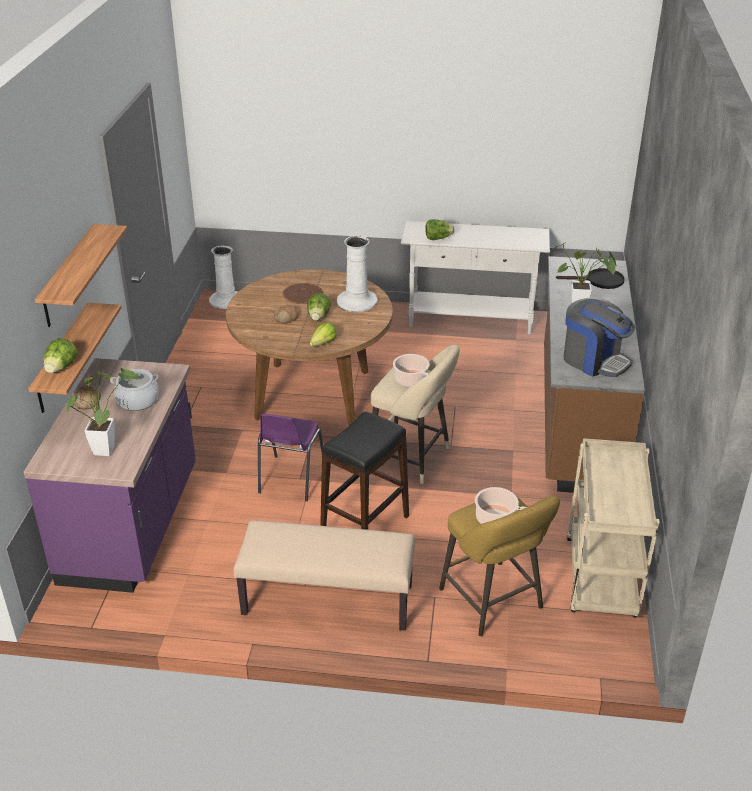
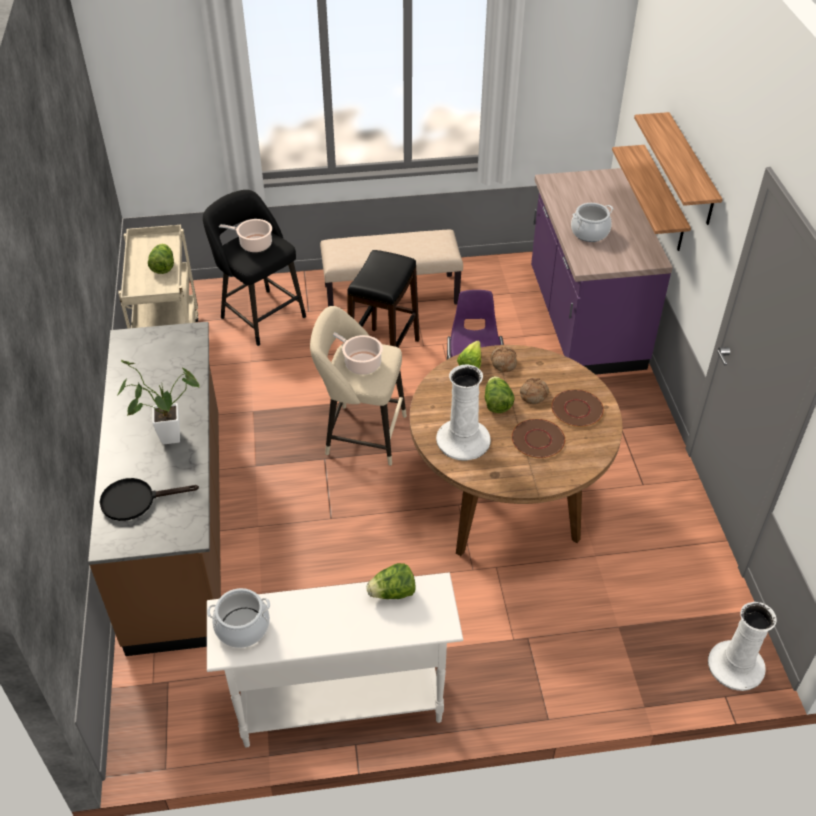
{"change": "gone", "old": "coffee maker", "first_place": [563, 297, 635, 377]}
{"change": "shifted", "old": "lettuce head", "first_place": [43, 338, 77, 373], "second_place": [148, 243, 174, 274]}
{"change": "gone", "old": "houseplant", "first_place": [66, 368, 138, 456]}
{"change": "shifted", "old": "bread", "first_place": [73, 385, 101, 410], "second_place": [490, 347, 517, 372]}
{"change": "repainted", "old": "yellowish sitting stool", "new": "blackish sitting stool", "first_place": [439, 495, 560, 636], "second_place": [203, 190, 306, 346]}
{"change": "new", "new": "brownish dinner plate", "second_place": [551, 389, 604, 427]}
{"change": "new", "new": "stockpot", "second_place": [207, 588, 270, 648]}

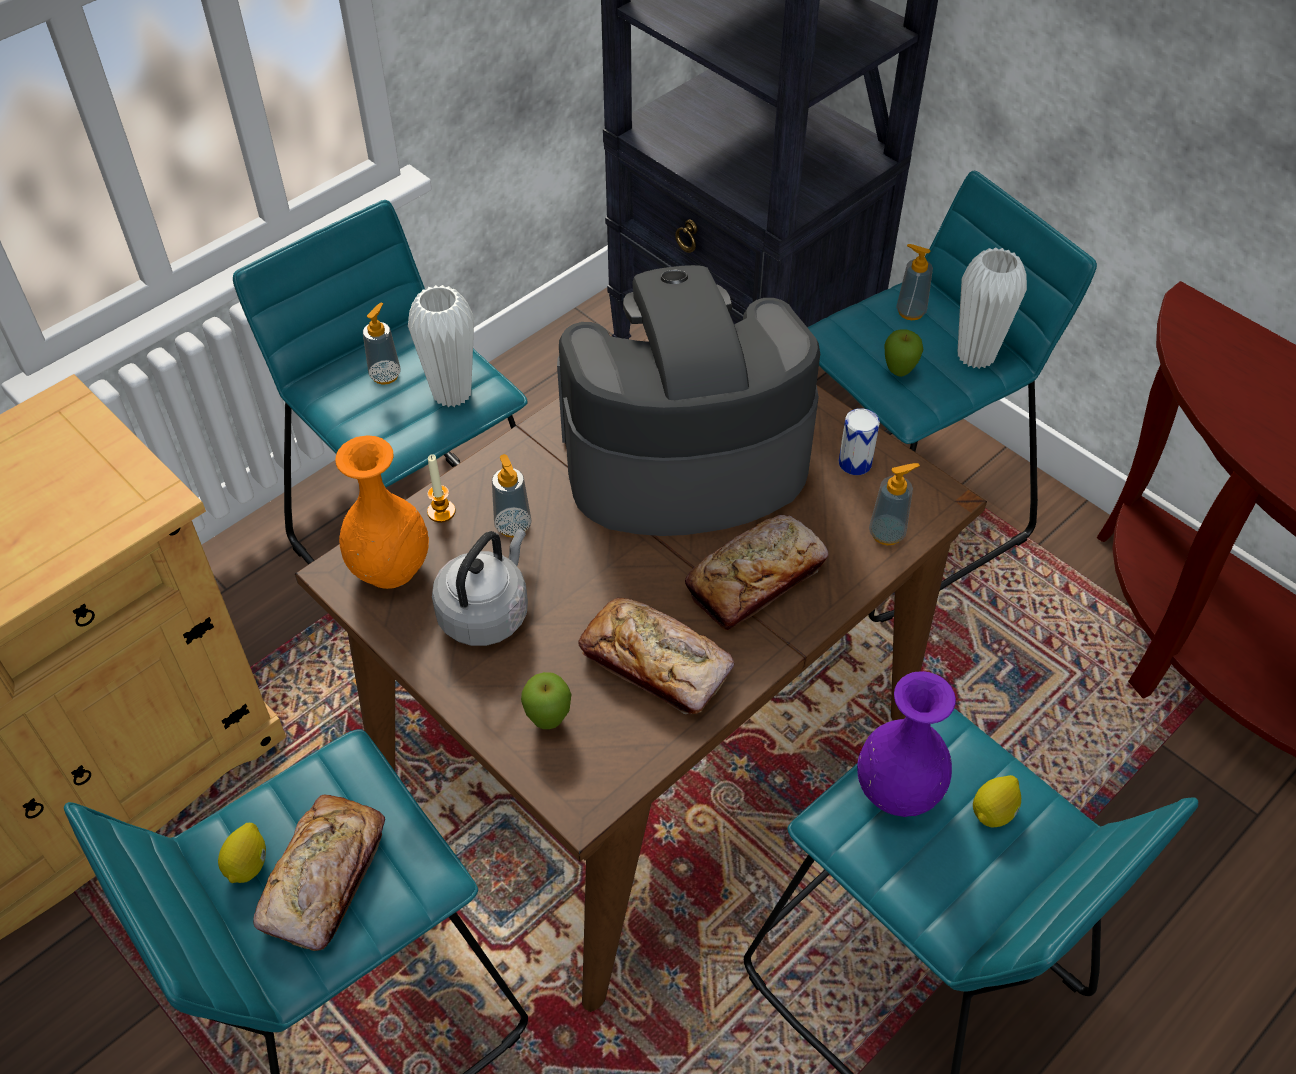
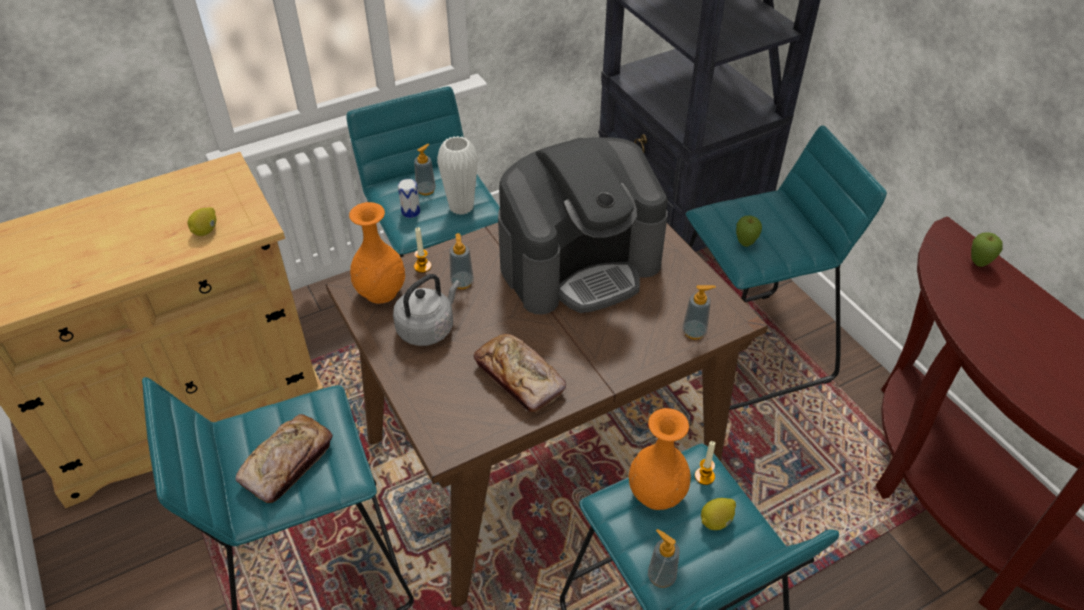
{"change": "shifted", "old": "soap bottle", "first_place": [896, 244, 933, 320], "second_place": [648, 529, 679, 588]}
{"change": "gone", "old": "whitish flower vase", "first_place": [958, 247, 1027, 369]}
{"change": "rotated", "old": "coffee maker", "first_place": [557, 265, 820, 536], "second_place": [498, 137, 668, 315], "degrees": 150}
{"change": "shifted", "old": "sealed can", "first_place": [839, 408, 880, 475], "second_place": [398, 179, 420, 218]}
{"change": "gone", "old": "bread", "first_place": [685, 515, 829, 631]}
{"change": "repainted", "old": "purple flower vase", "new": "orange flower vase", "first_place": [857, 671, 956, 817], "second_place": [629, 408, 691, 510]}
{"change": "shifted", "old": "apple", "first_place": [521, 672, 572, 729], "second_place": [971, 232, 1003, 267]}
{"change": "shifted", "old": "citrus fruit", "first_place": [218, 823, 266, 883], "second_place": [188, 207, 216, 236]}
{"change": "new", "new": "wax light", "second_place": [695, 441, 715, 485]}

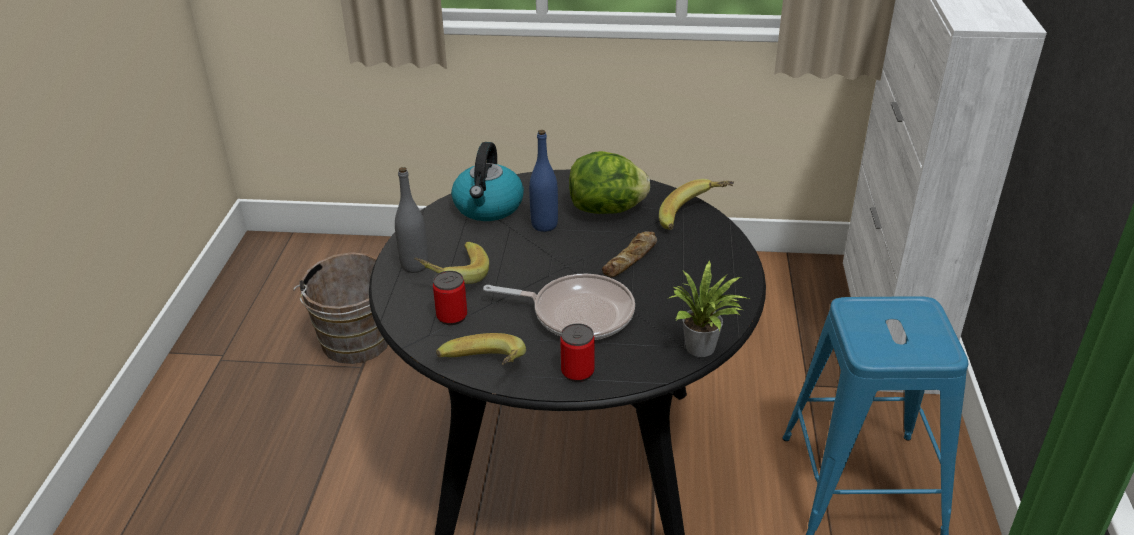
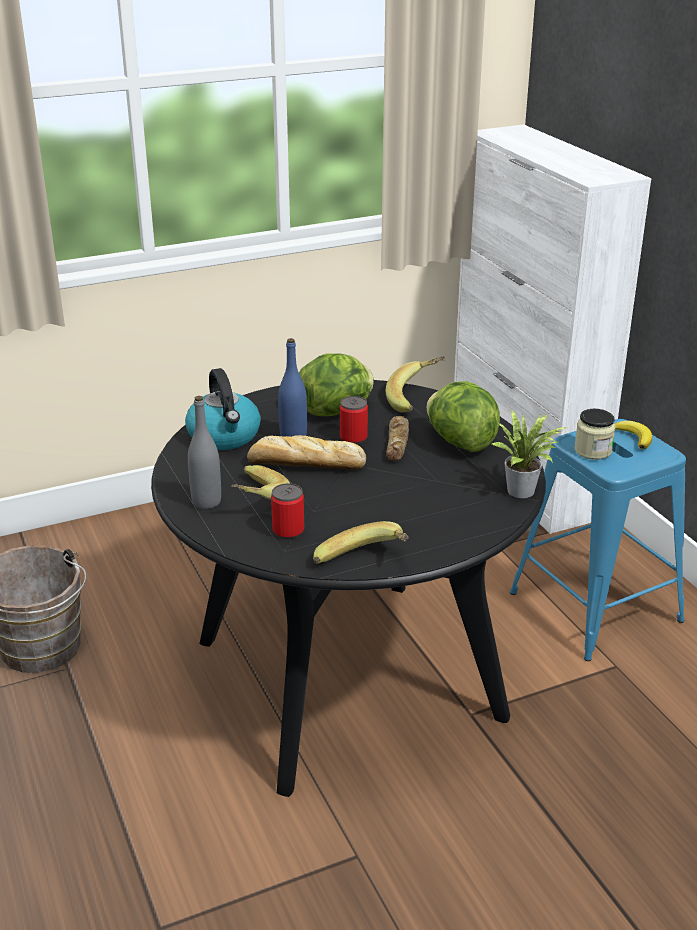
{"change": "gone", "old": "skillet", "first_place": [483, 274, 635, 340]}
{"change": "shifted", "old": "sealed can", "first_place": [560, 323, 595, 382], "second_place": [340, 396, 368, 445]}
{"change": "new", "new": "lettuce head", "second_place": [426, 381, 500, 452]}
{"change": "new", "new": "storage jar", "second_place": [574, 409, 615, 460]}
{"change": "new", "new": "banana fruit", "second_place": [615, 421, 652, 449]}
{"change": "new", "new": "bread", "second_place": [247, 435, 366, 469]}

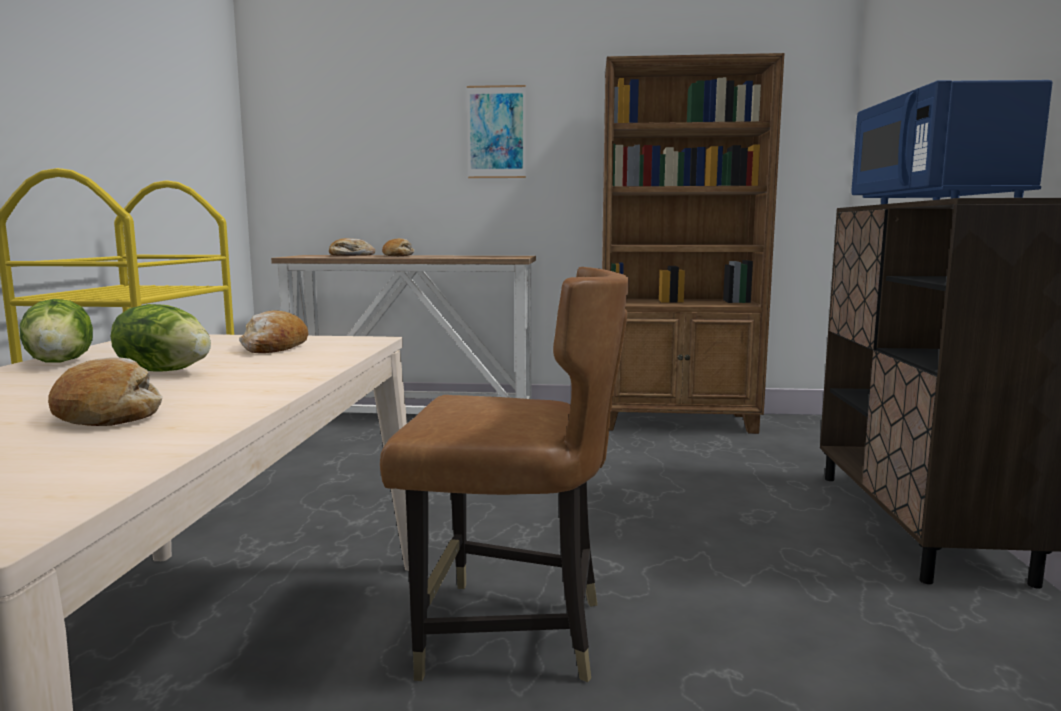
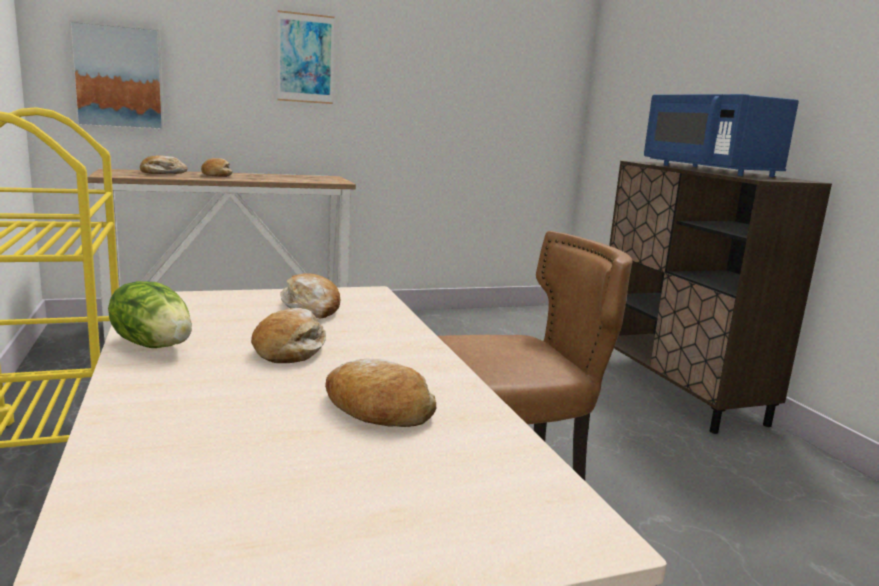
{"change": "gone", "old": "brownish shelving unit", "first_place": [602, 53, 784, 434]}
{"change": "swapped", "old": "lettuce head", "new": "bread", "first_place": [111, 304, 211, 372], "second_place": [251, 308, 326, 363]}
{"change": "new", "new": "wall picture", "second_place": [68, 20, 164, 130]}

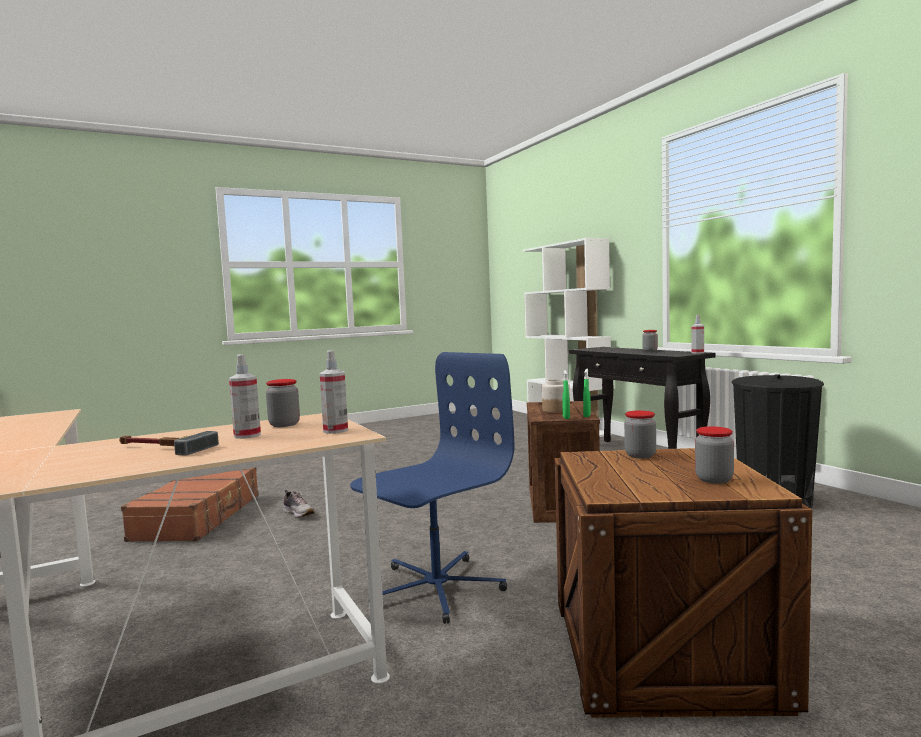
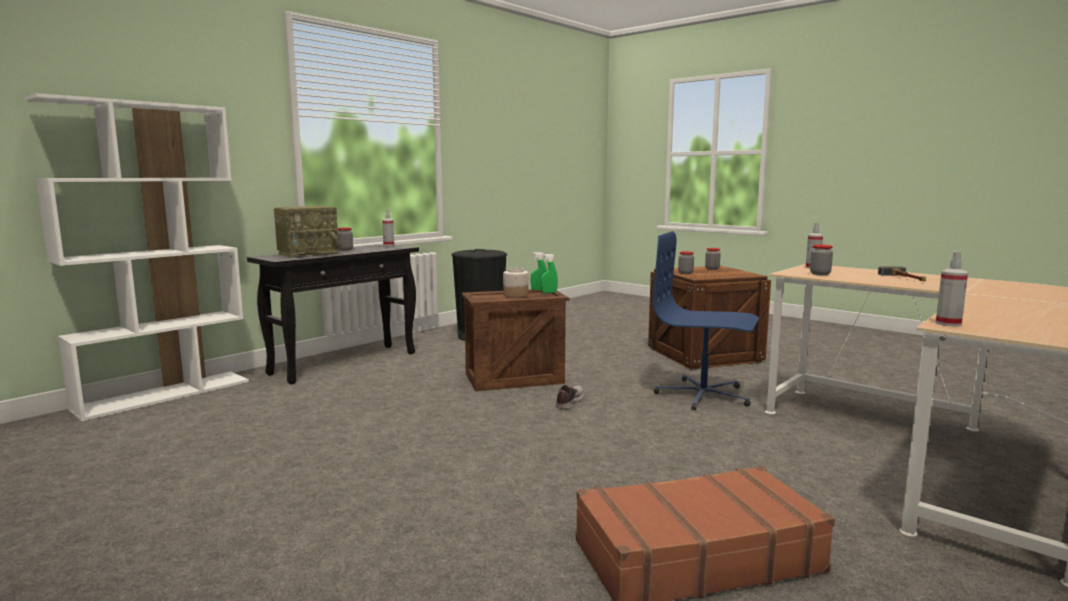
{"change": "shifted", "old": "sprayer", "first_place": [229, 355, 261, 439], "second_place": [936, 251, 968, 327]}
{"change": "shifted", "old": "low shoe", "first_place": [283, 490, 315, 518], "second_place": [556, 385, 584, 409]}
{"change": "new", "new": "radio", "second_place": [274, 206, 341, 258]}

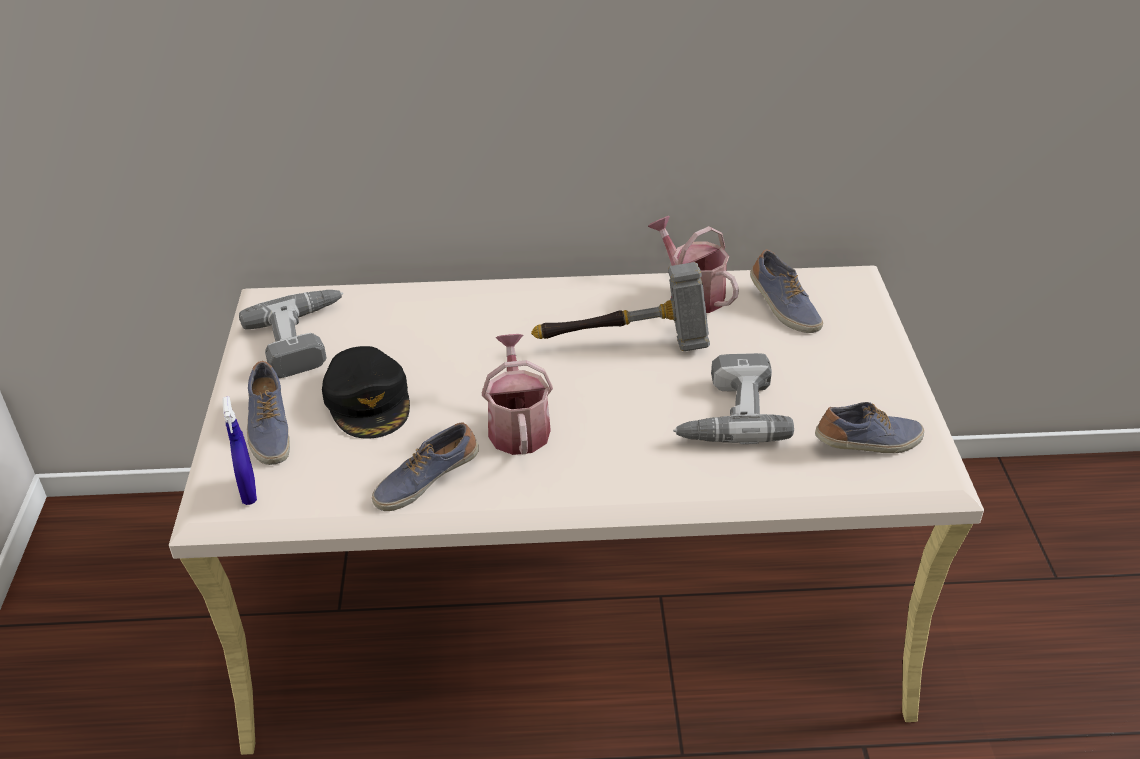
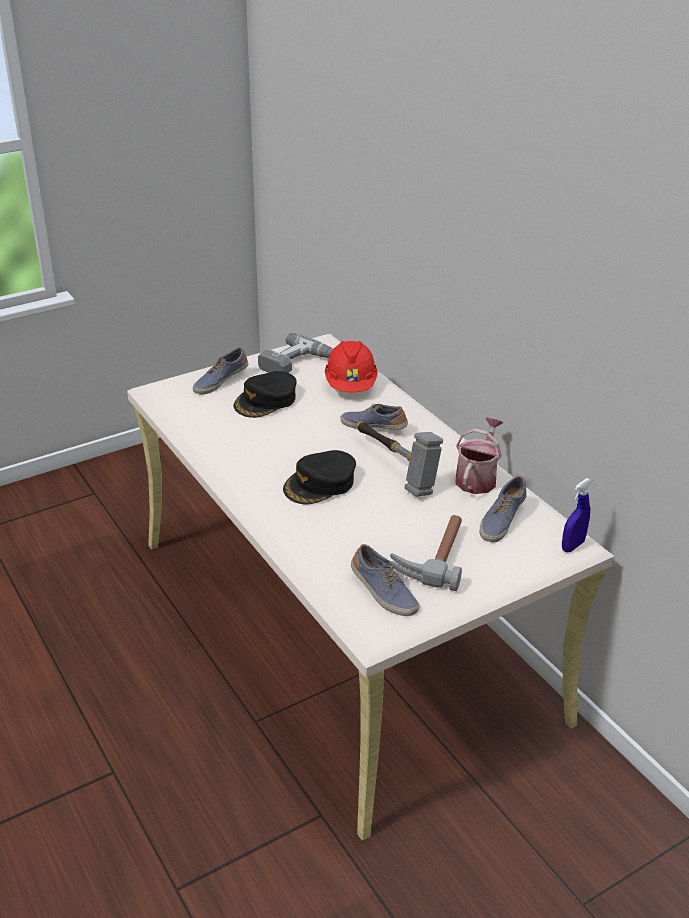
{"change": "gone", "old": "watering can", "first_place": [482, 334, 553, 455]}
{"change": "gone", "old": "power drill", "first_place": [673, 353, 794, 444]}
{"change": "shifted", "old": "blue sprayer", "first_place": [223, 396, 257, 505], "second_place": [562, 478, 592, 552]}
{"change": "shifted", "old": "low shoe", "first_place": [372, 422, 479, 511], "second_place": [340, 404, 408, 430]}
{"change": "new", "new": "red-coloured safety helmet", "second_place": [325, 341, 378, 392]}
{"change": "new", "new": "blackish baseball cap", "second_place": [283, 450, 356, 505]}
{"change": "new", "new": "hammer", "second_place": [390, 515, 462, 591]}

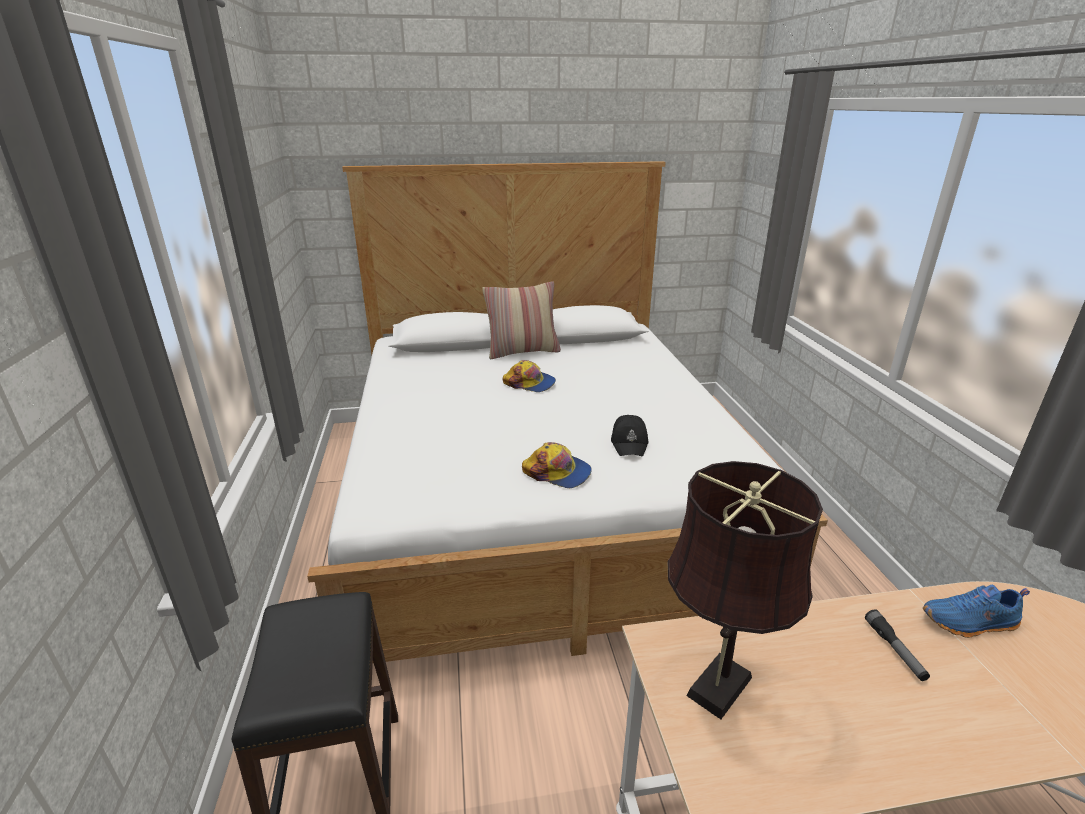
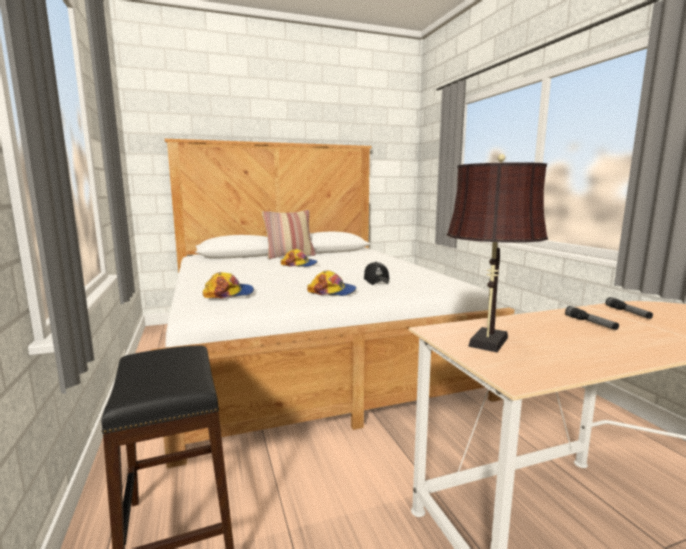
{"change": "swapped", "old": "blue low shoe", "new": "hand torch", "first_place": [923, 585, 1030, 638], "second_place": [606, 297, 653, 319]}
{"change": "new", "new": "baseball cap", "second_place": [202, 272, 254, 298]}

